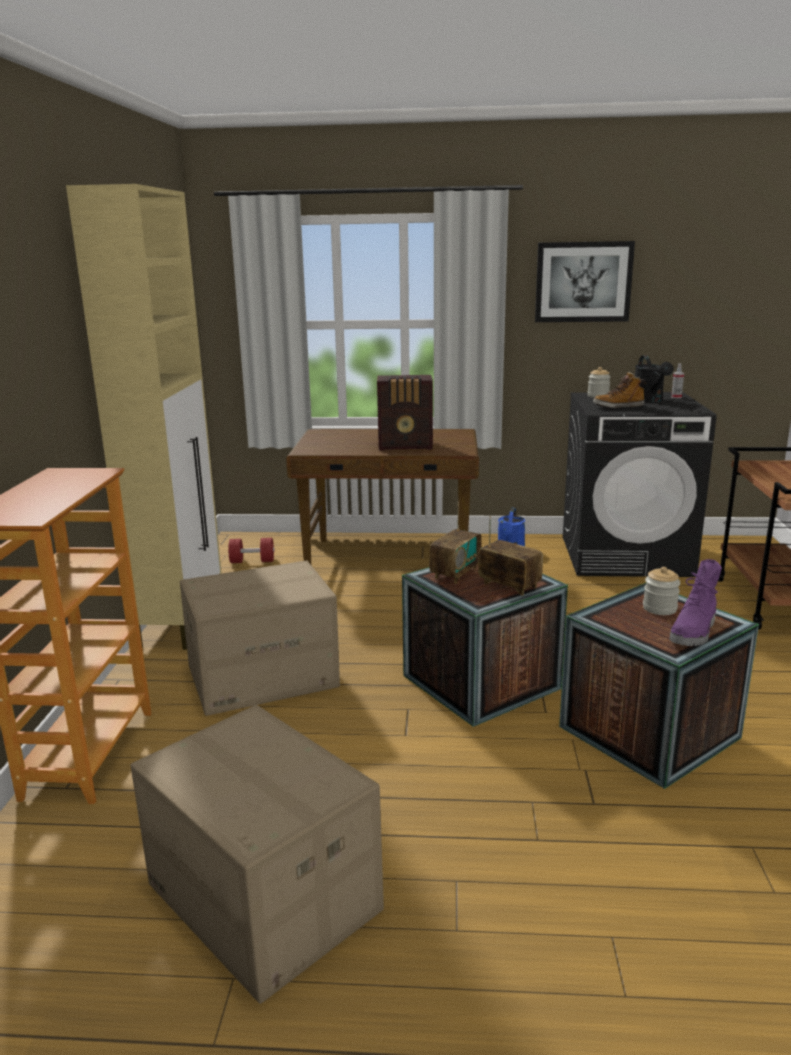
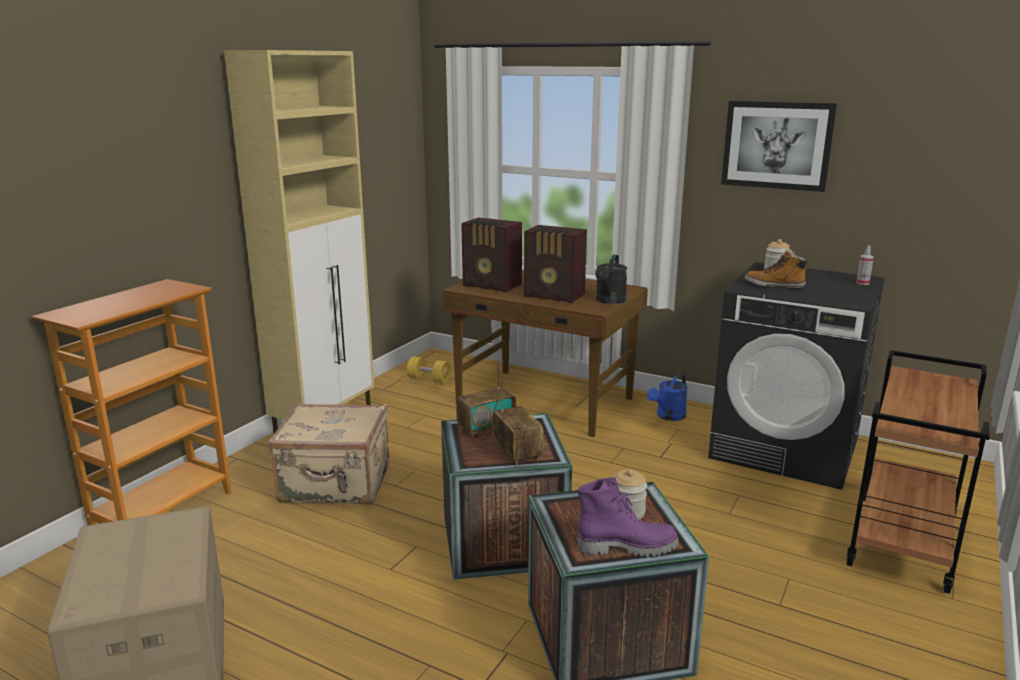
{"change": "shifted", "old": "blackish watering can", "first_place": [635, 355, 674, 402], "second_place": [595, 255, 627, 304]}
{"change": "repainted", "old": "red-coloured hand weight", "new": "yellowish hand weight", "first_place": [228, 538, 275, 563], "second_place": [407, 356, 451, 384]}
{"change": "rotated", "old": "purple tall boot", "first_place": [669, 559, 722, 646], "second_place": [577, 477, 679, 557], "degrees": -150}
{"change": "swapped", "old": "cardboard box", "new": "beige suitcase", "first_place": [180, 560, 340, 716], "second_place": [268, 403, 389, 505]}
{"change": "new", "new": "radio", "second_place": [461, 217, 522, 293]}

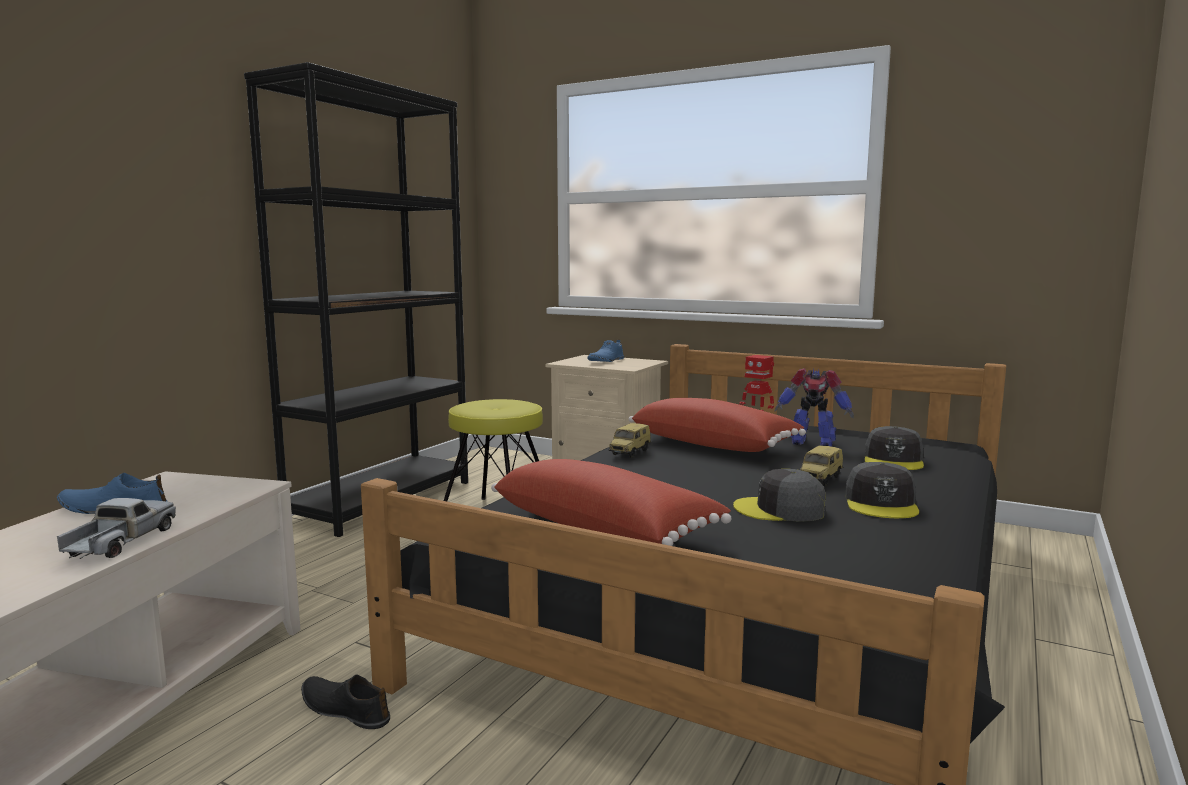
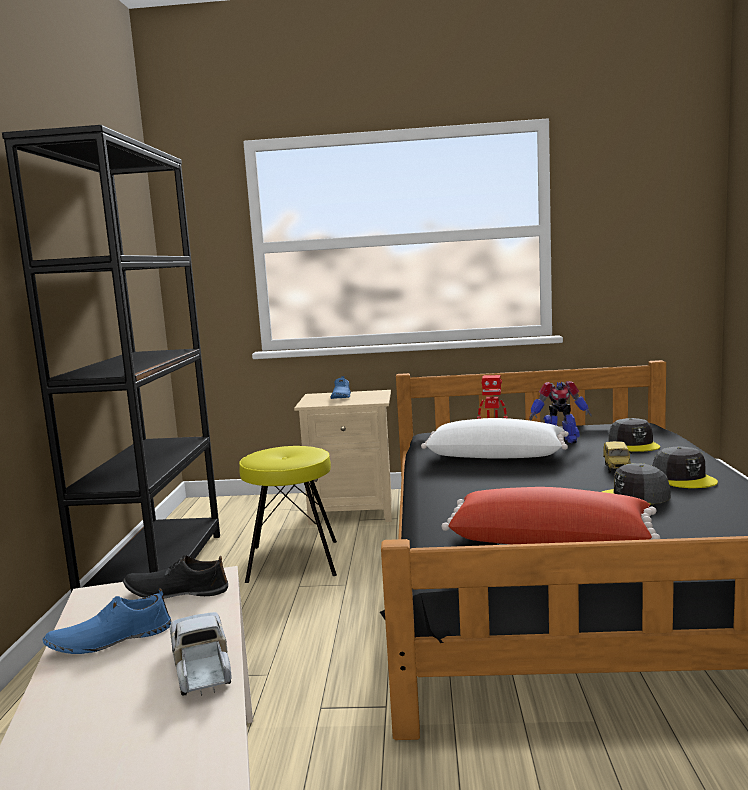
{"change": "repainted", "old": "red-coloured throw pillow", "new": "whitish throw pillow", "first_place": [629, 398, 806, 452], "second_place": [421, 418, 569, 459]}
{"change": "gone", "old": "model car", "first_place": [609, 423, 651, 458]}
{"change": "shifted", "old": "blackish low shoe", "first_place": [301, 674, 390, 729], "second_place": [123, 555, 228, 598]}

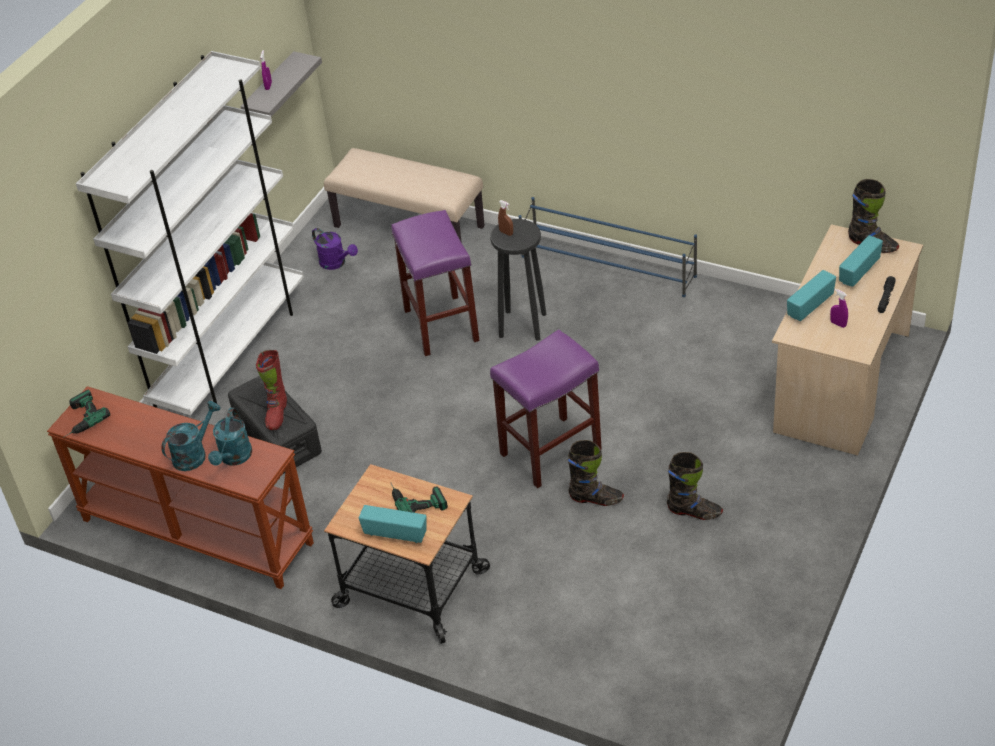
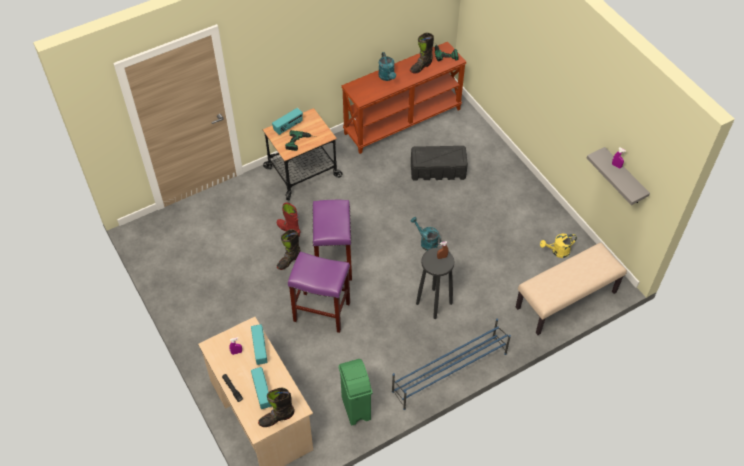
{"change": "gone", "old": "whitish shelving unit", "first_place": [76, 51, 304, 416]}
{"change": "shifted", "old": "purple sitting stool", "first_place": [391, 210, 480, 356], "second_place": [288, 252, 350, 333]}
{"change": "repainted", "old": "purple watering can", "new": "yellowish watering can", "first_place": [312, 228, 358, 270], "second_place": [540, 234, 577, 258]}
{"change": "shifted", "old": "red-coloured tall boot", "first_place": [256, 350, 287, 430], "second_place": [277, 202, 300, 236]}
{"change": "shifted", "old": "turquoise watering can", "first_place": [208, 407, 252, 466], "second_place": [410, 217, 442, 251]}
{"change": "shifted", "old": "blackish tall boot", "first_place": [667, 452, 723, 520], "second_place": [410, 33, 434, 74]}
{"change": "new", "new": "green trash can", "second_place": [338, 359, 372, 425]}

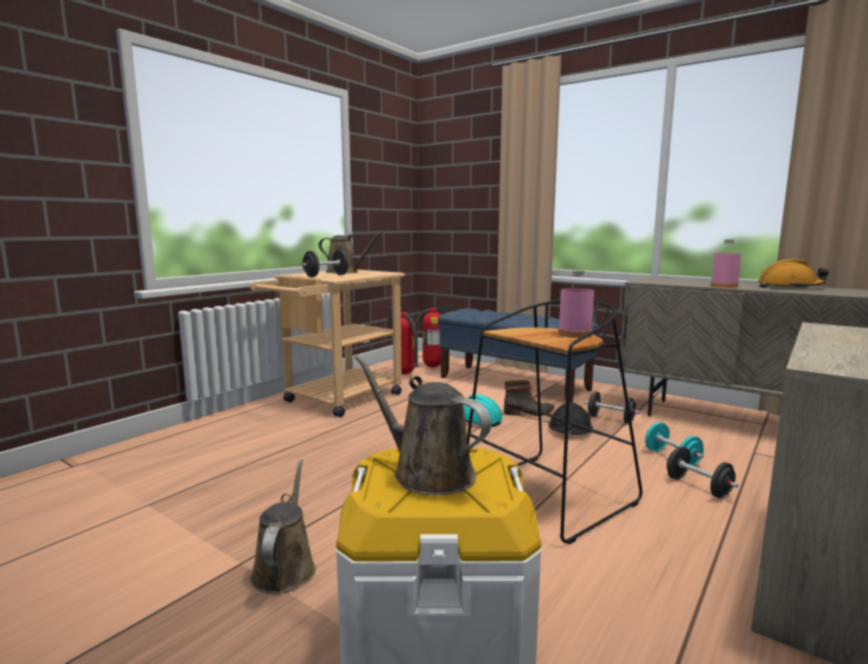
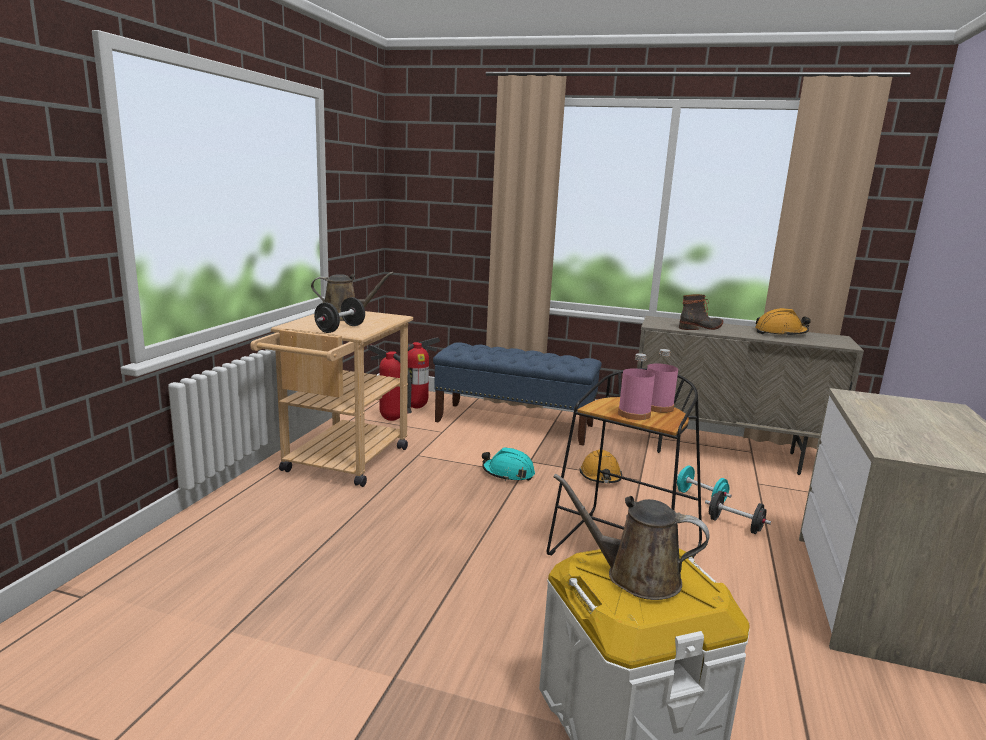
{"change": "shifted", "old": "pinkish drink bottle", "first_place": [711, 239, 741, 288], "second_place": [618, 353, 655, 420]}
{"change": "shifted", "old": "tall boot", "first_place": [504, 380, 554, 416], "second_place": [679, 294, 723, 330]}
{"change": "gone", "old": "blackish hand weight", "first_place": [585, 391, 640, 424]}
{"change": "repainted", "old": "blackish safety helmet", "new": "orange safety helmet", "first_place": [548, 402, 593, 435], "second_place": [579, 450, 622, 483]}
{"change": "gone", "old": "brownish watering can", "first_place": [250, 459, 316, 594]}

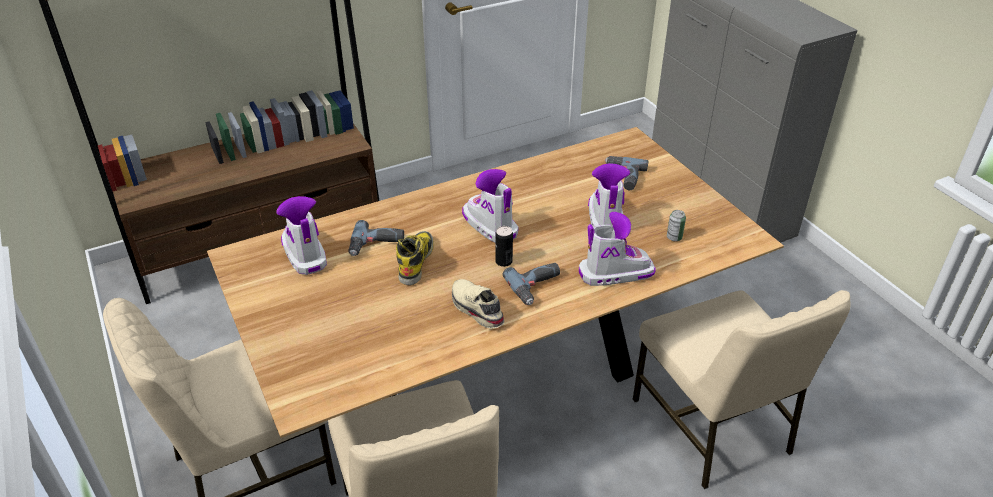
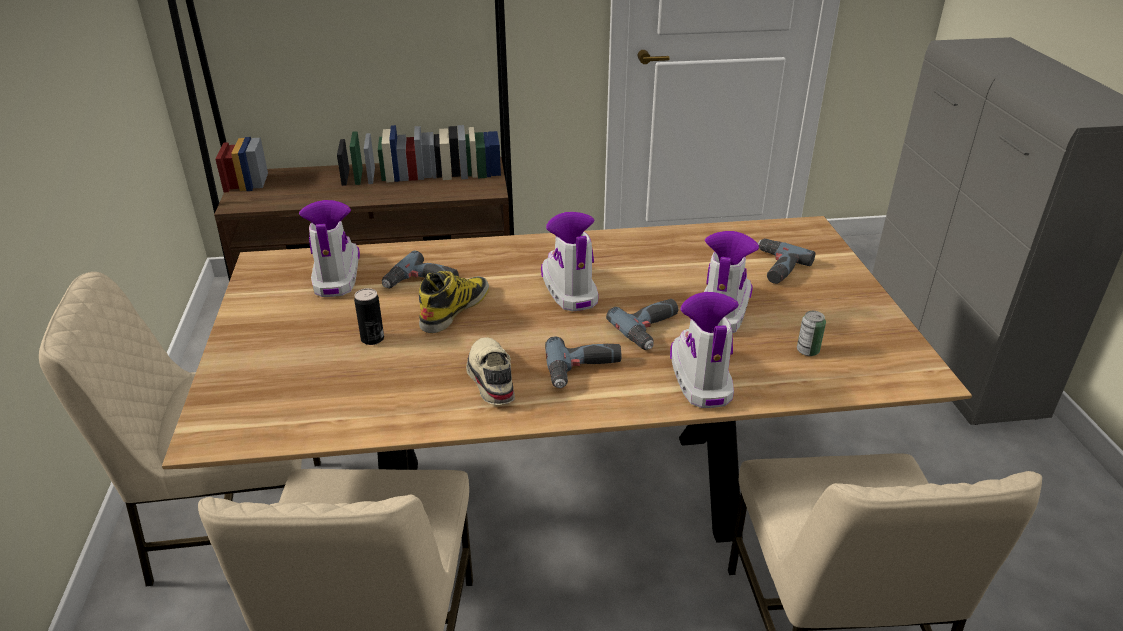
{"change": "rotated", "old": "tall boot", "first_place": [579, 212, 656, 286], "second_place": [670, 292, 739, 408], "degrees": -105}
{"change": "shifted", "old": "sealed can", "first_place": [495, 226, 513, 267], "second_place": [354, 288, 384, 345]}
{"change": "new", "new": "power drill", "second_place": [606, 299, 678, 350]}

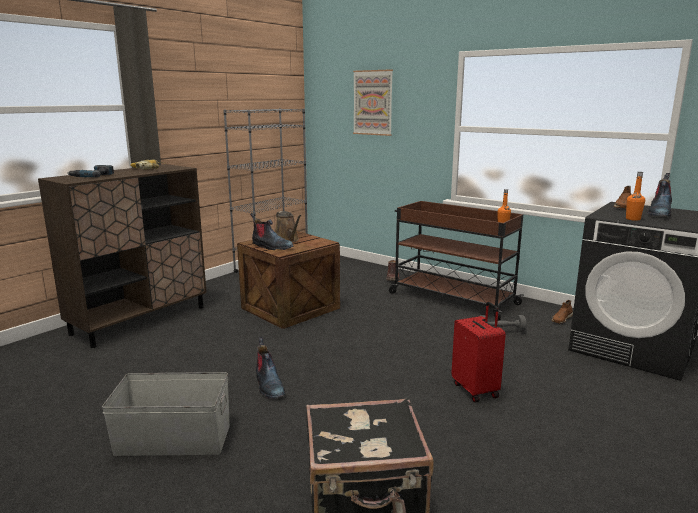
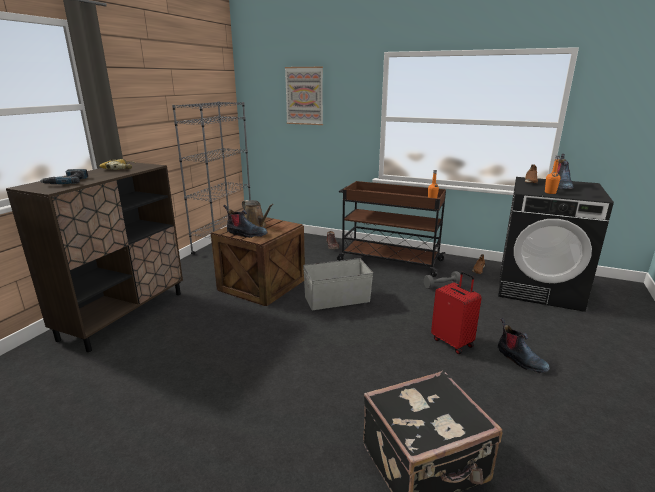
{"change": "shifted", "old": "tall boot", "first_place": [256, 337, 285, 399], "second_place": [498, 318, 550, 373]}
{"change": "shifted", "old": "gray storage bin", "first_place": [102, 372, 230, 456], "second_place": [303, 258, 373, 310]}

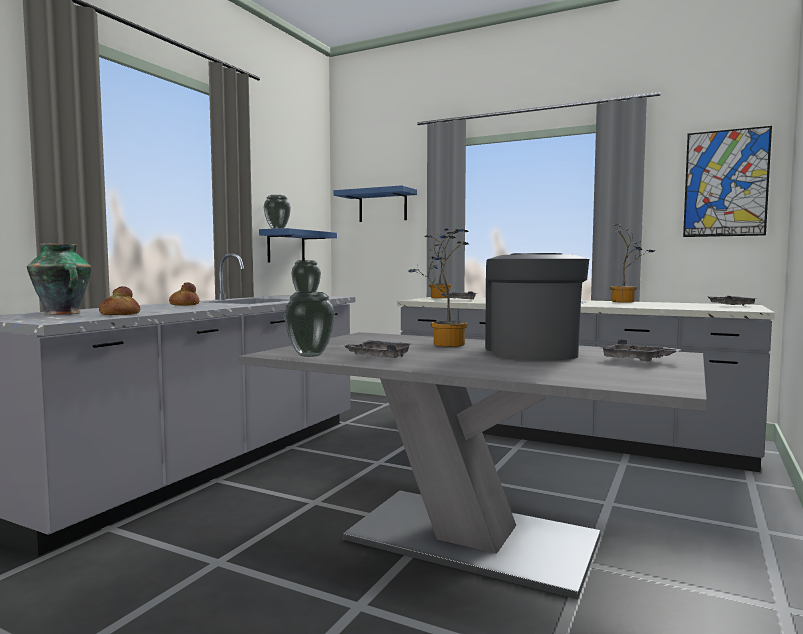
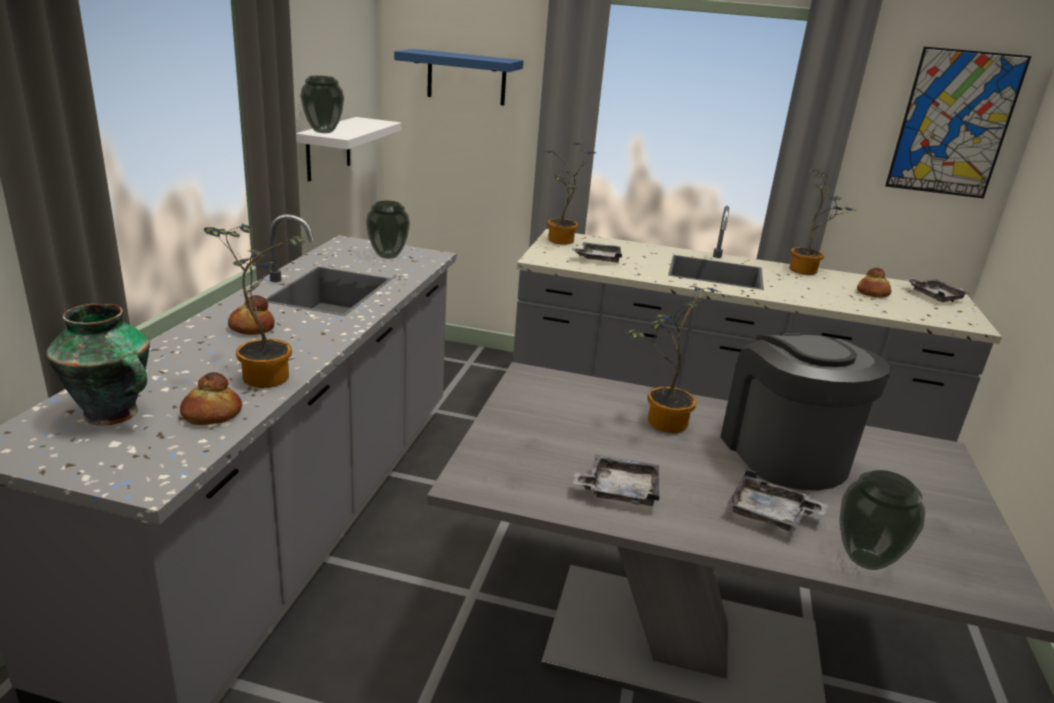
{"change": "repainted", "old": "blue shelf", "new": "whitish shelf", "first_place": [259, 228, 337, 263], "second_place": [296, 117, 401, 181]}
{"change": "shifted", "old": "flower vase", "first_place": [284, 292, 335, 357], "second_place": [839, 470, 925, 570]}
{"change": "shifted", "old": "gray serving tray", "first_place": [600, 339, 682, 362], "second_place": [727, 469, 828, 531]}
{"change": "new", "new": "houseplant", "second_place": [204, 224, 305, 388]}
{"change": "new", "new": "bread", "second_place": [857, 268, 891, 298]}

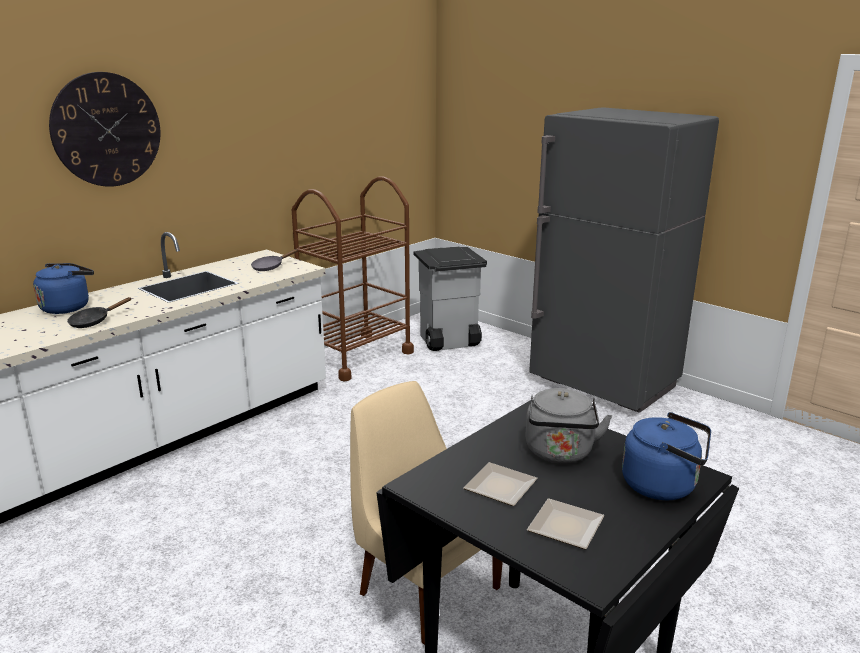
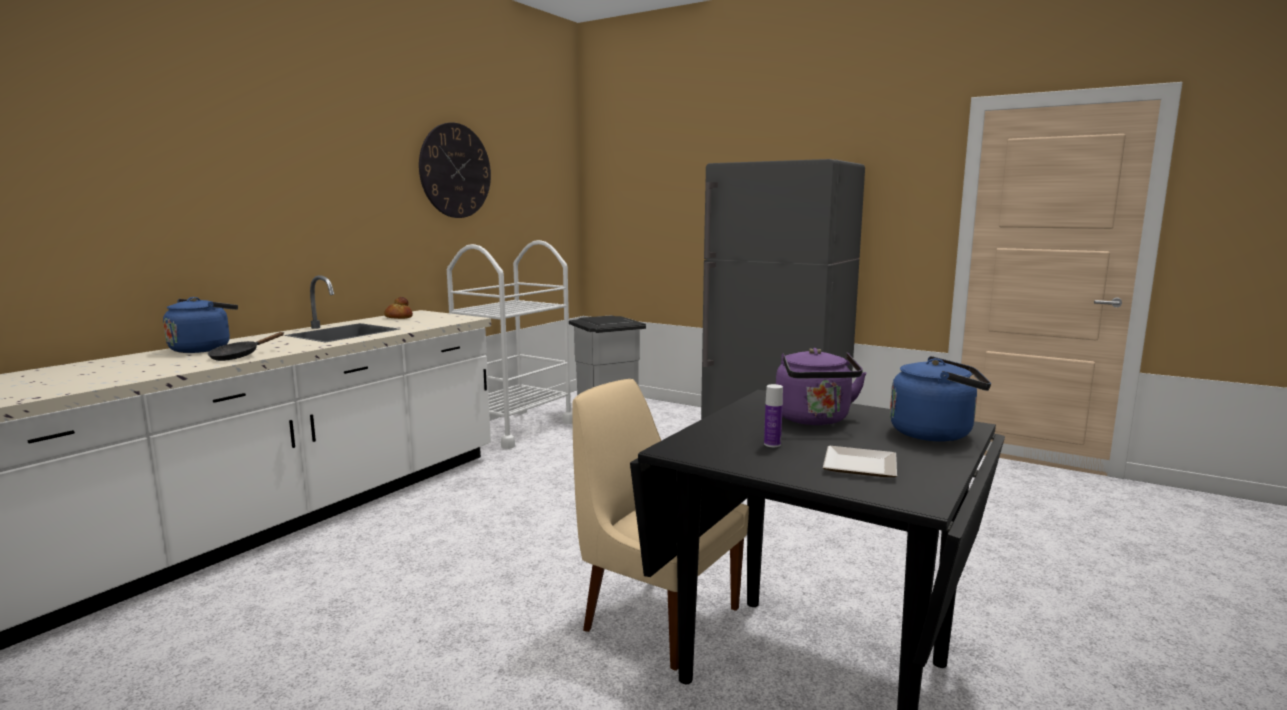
{"change": "shifted", "old": "clock on the wall", "first_place": [49, 72, 161, 187], "second_place": [419, 123, 491, 218]}
{"change": "repainted", "old": "brownish cart", "new": "whitish cart", "first_place": [292, 177, 414, 382], "second_place": [447, 240, 573, 449]}
{"change": "gone", "old": "gray skillet", "first_place": [251, 249, 298, 271]}
{"change": "repainted", "old": "gray tea kettle", "new": "purple tea kettle", "first_place": [525, 388, 612, 464], "second_place": [776, 348, 867, 425]}
{"change": "swapped", "old": "dinner plate", "new": "drink bottle", "first_place": [463, 462, 538, 506], "second_place": [764, 384, 783, 447]}
{"change": "new", "new": "bread", "second_place": [384, 297, 413, 319]}

